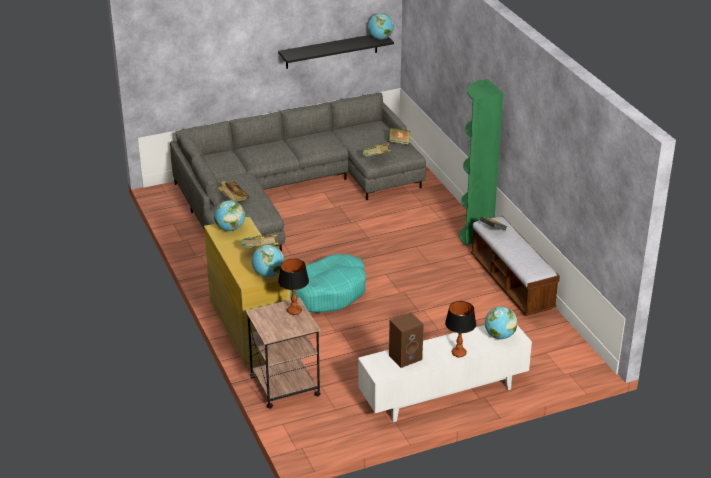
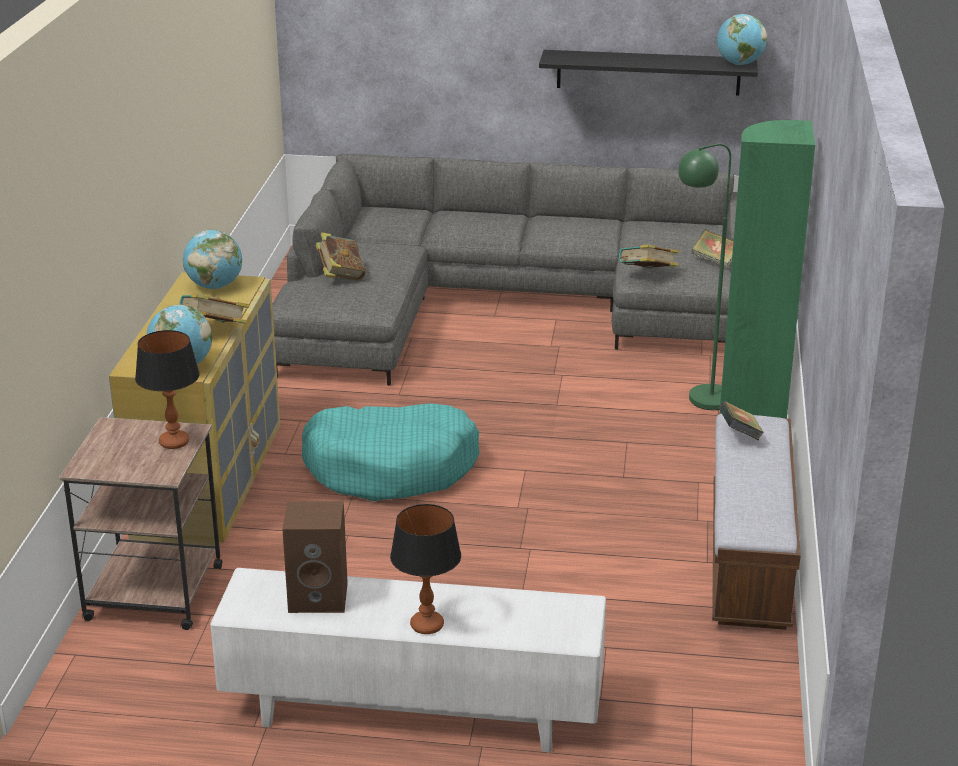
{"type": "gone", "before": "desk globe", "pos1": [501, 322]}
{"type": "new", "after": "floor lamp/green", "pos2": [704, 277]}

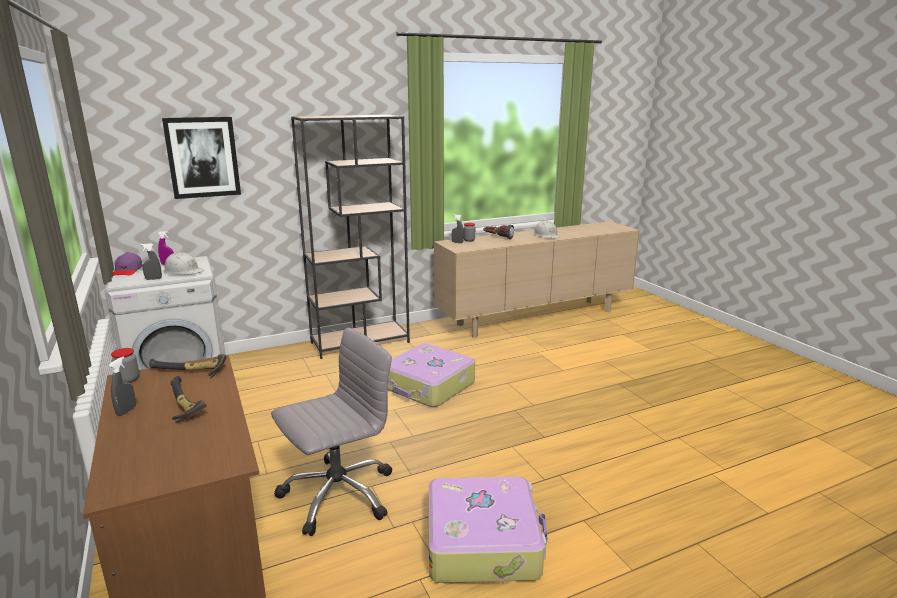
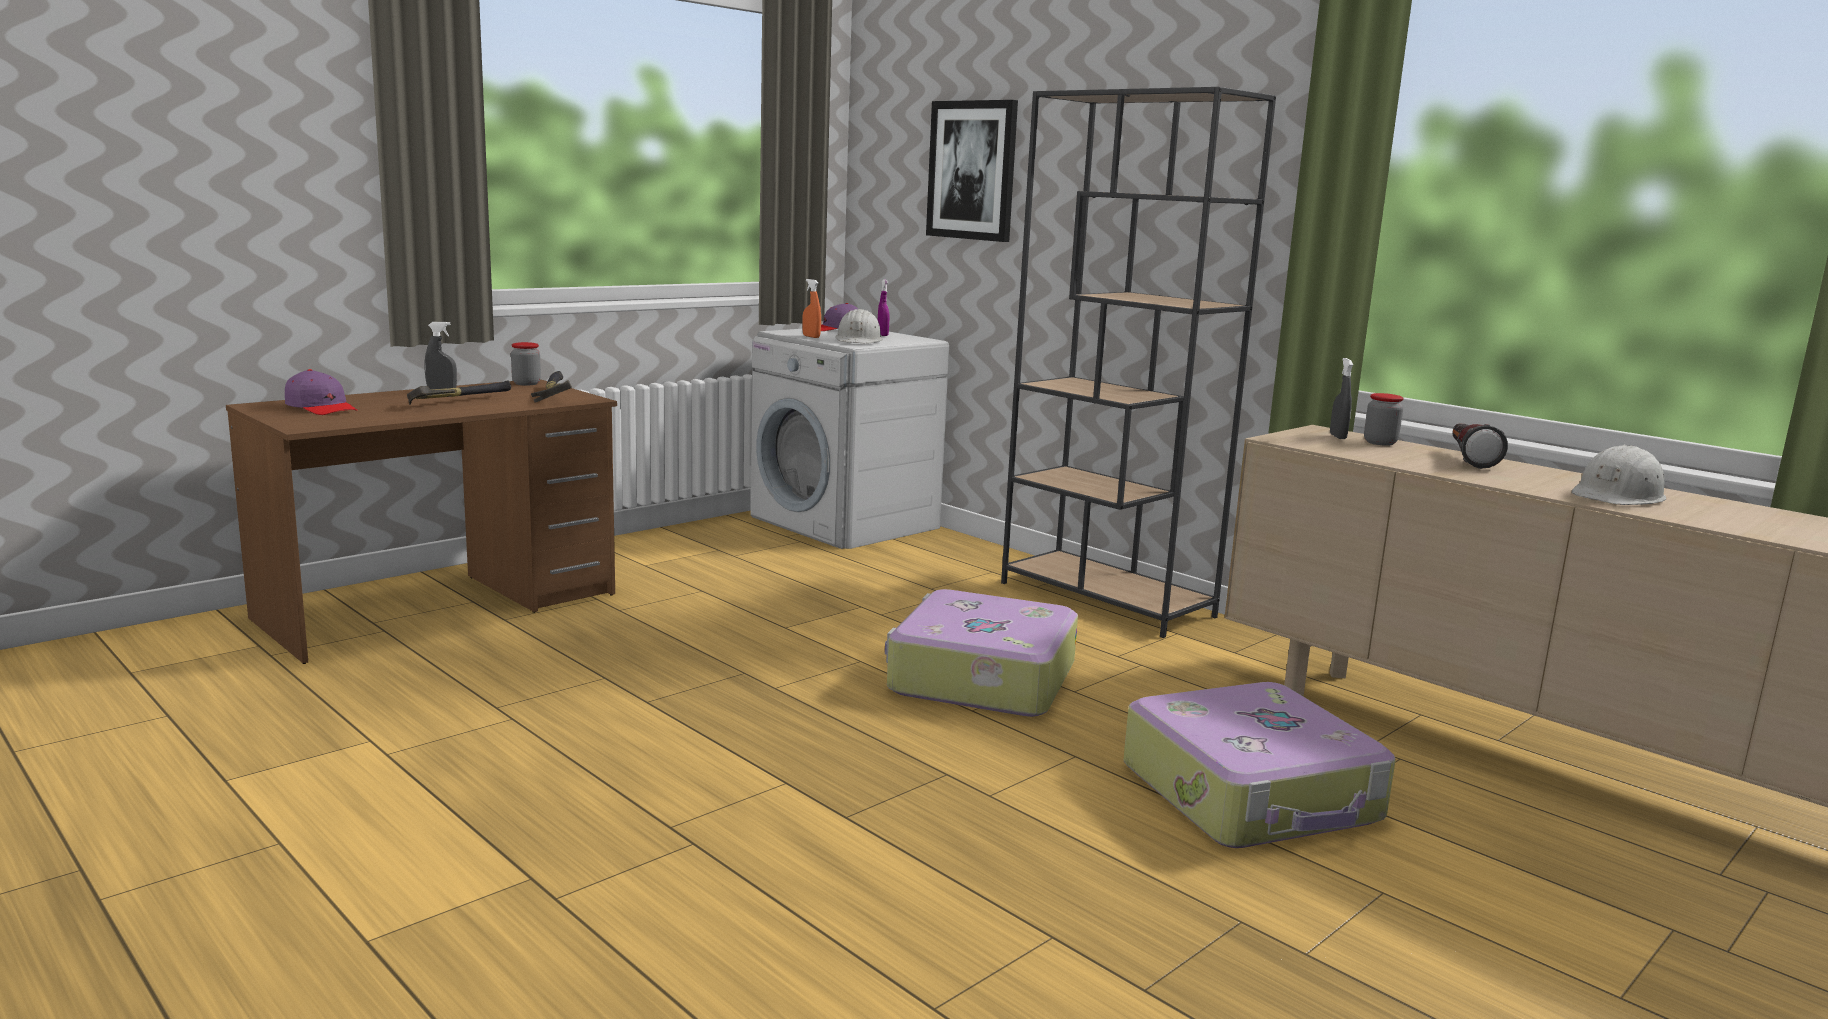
{"type": "gone", "before": "computer chair/grey", "pos1": [331, 432]}
{"type": "new", "after": "baseball cap/purplish", "pos2": [321, 392]}
{"type": "shifted", "before": "piece of luggage", "pos1": [488, 529], "pos2": [1259, 765]}
{"type": "repainted", "before": "spray bottle/grey", "after": "spray bottle/orange", "pos1": [151, 261], "pos2": [811, 308]}

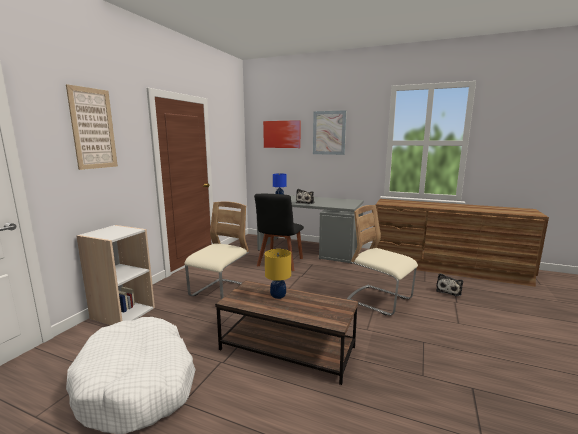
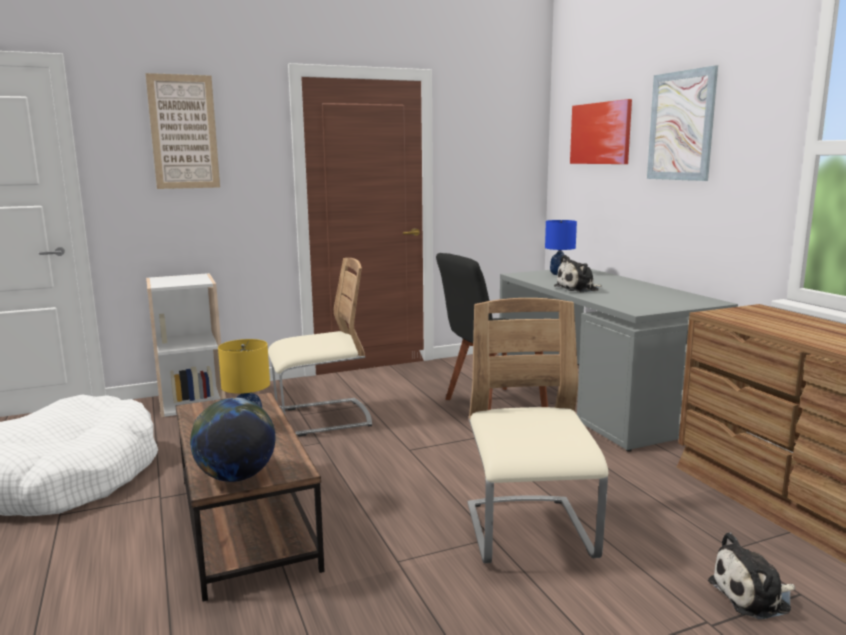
{"type": "new", "after": "desk globe", "pos2": [233, 440]}

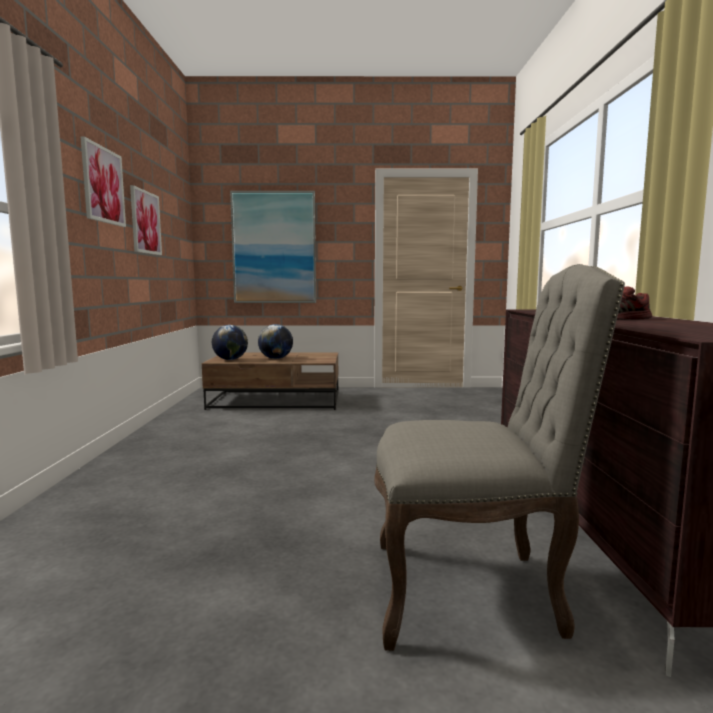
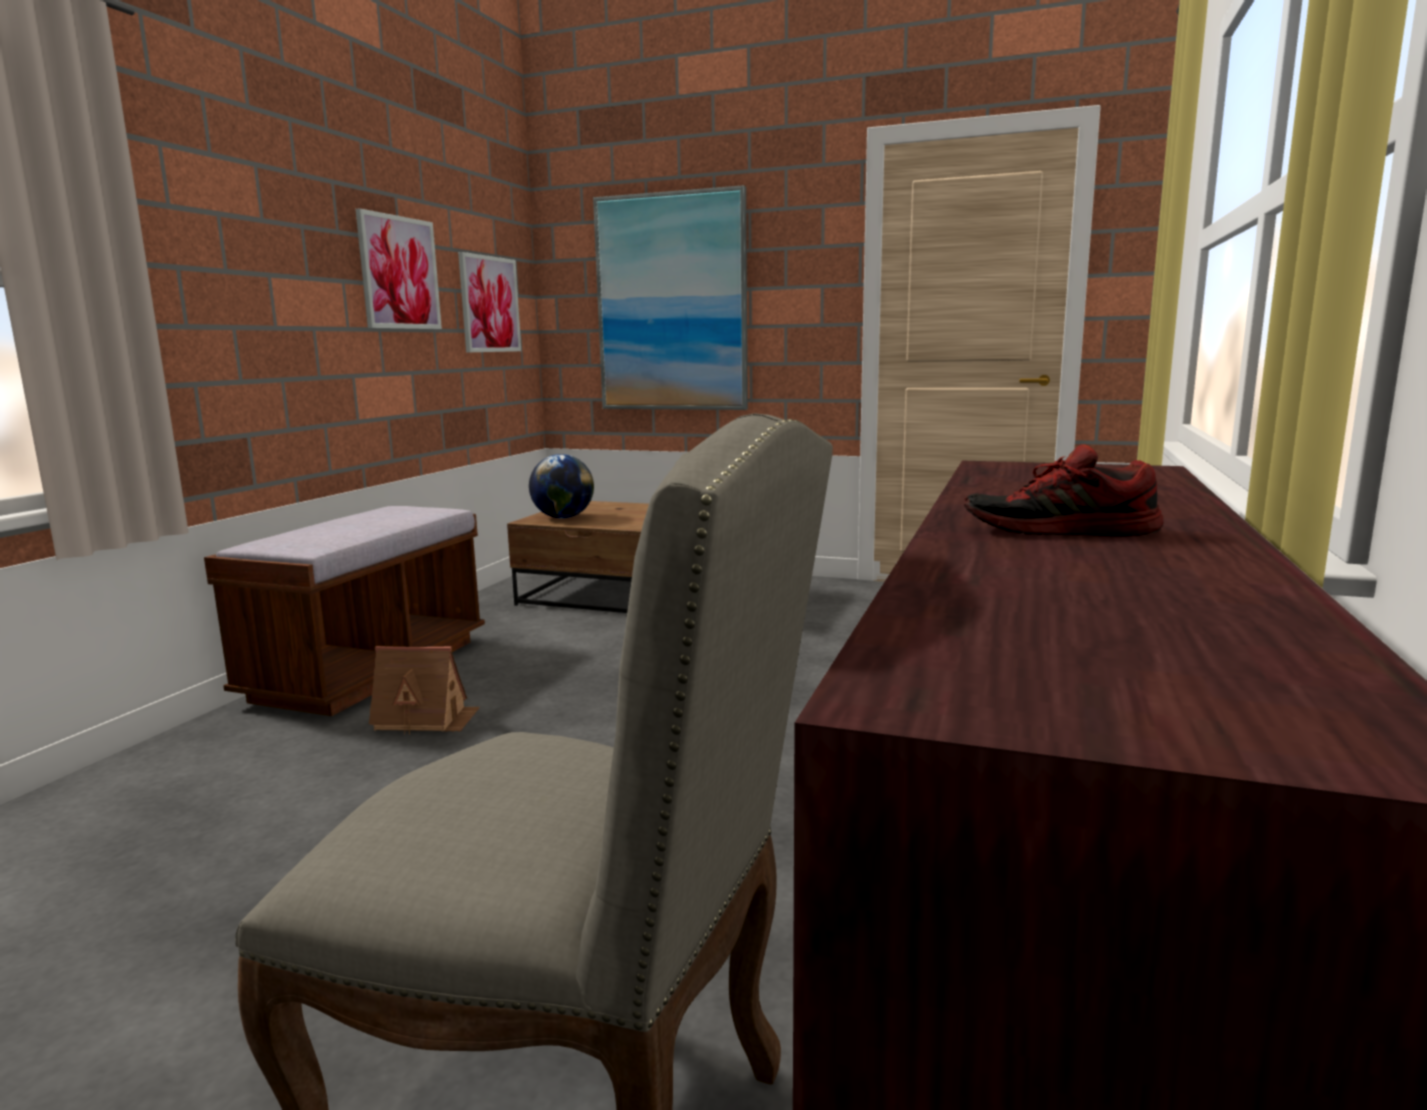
{"type": "gone", "before": "desk globe", "pos1": [275, 341]}
{"type": "new", "after": "long seat/brownish", "pos2": [344, 611]}
{"type": "new", "after": "toy house", "pos2": [424, 690]}
{"type": "shifted", "before": "wall art", "pos1": [103, 181], "pos2": [489, 302]}

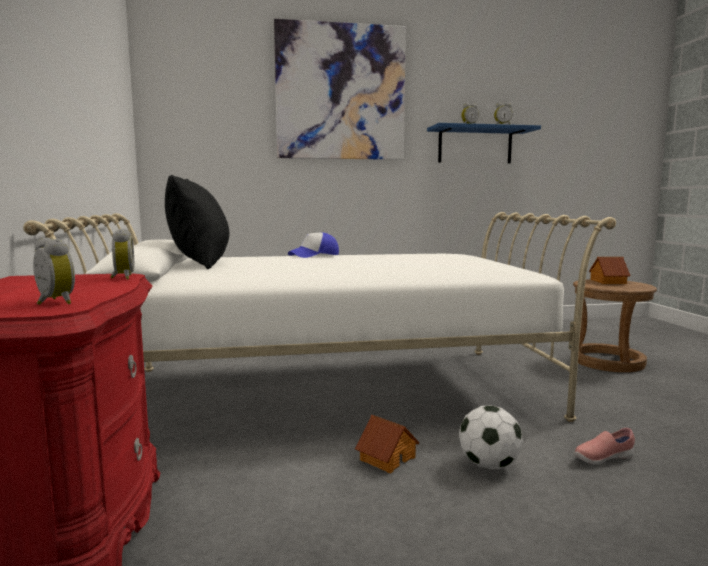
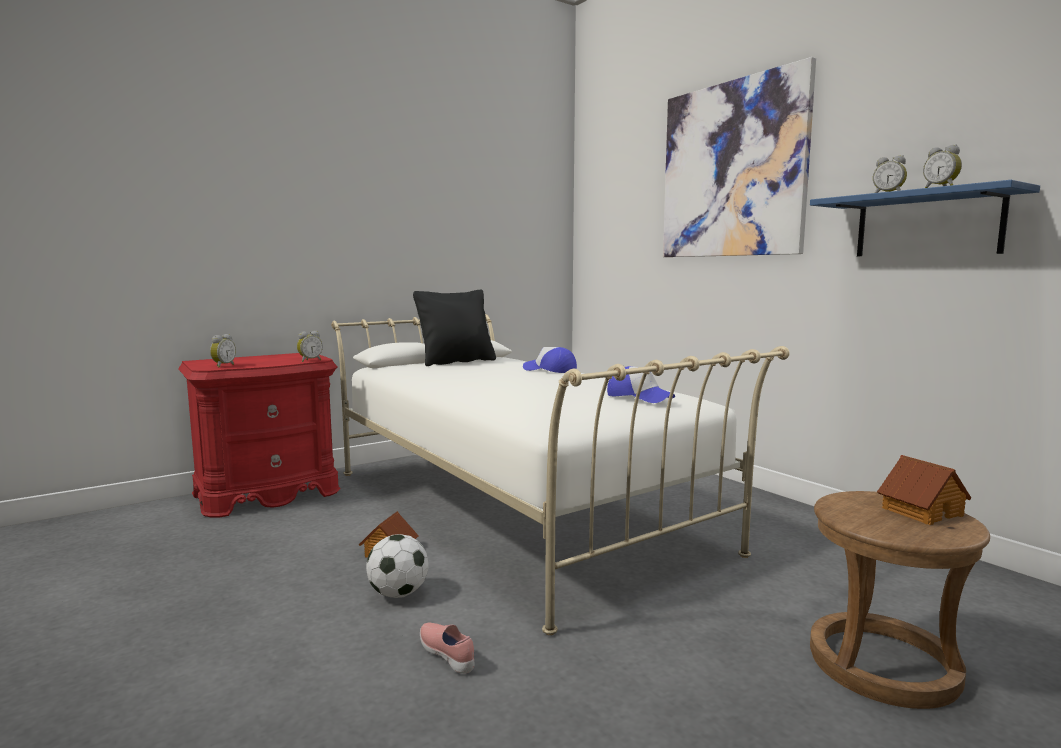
{"type": "new", "after": "baseball cap", "pos2": [641, 384]}

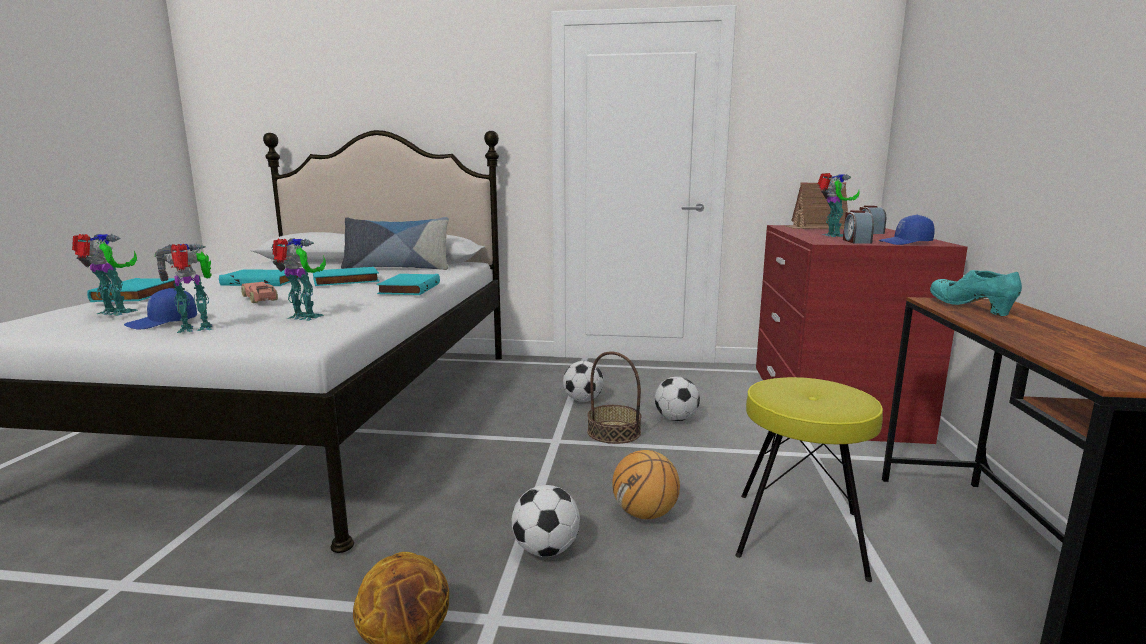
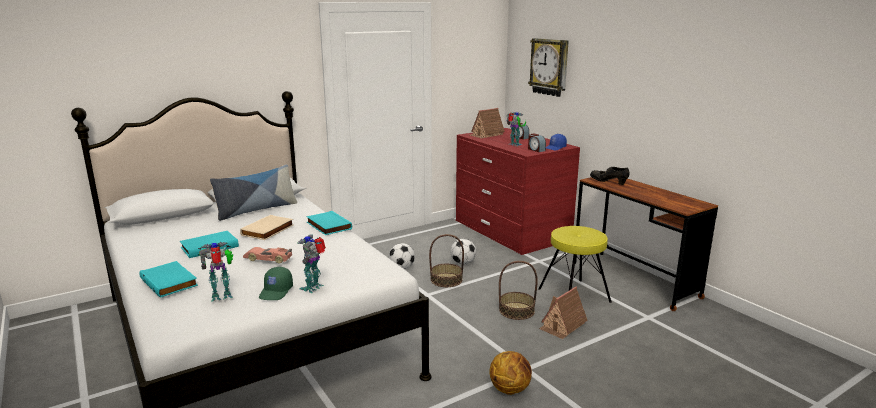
{"type": "gone", "before": "model robot", "pos1": [298, 279]}
{"type": "gone", "before": "football ball", "pos1": [546, 521]}
{"type": "new", "after": "clock on the wall", "pos2": [548, 67]}
{"type": "new", "after": "toy house", "pos2": [563, 313]}
{"type": "swapped", "before": "basketball ball", "after": "basket", "pos1": [646, 484], "pos2": [518, 290]}
{"type": "repainted", "before": "baseball cap/blue-coloured", "after": "baseball cap/green", "pos1": [160, 309], "pos2": [276, 283]}
{"type": "repainted", "before": "volume/blue-green", "after": "volume/beige-coloured", "pos1": [346, 276], "pos2": [266, 227]}
{"type": "repainted", "before": "shoe/blue-green", "after": "shoe/black-coloured", "pos1": [976, 293], "pos2": [610, 176]}

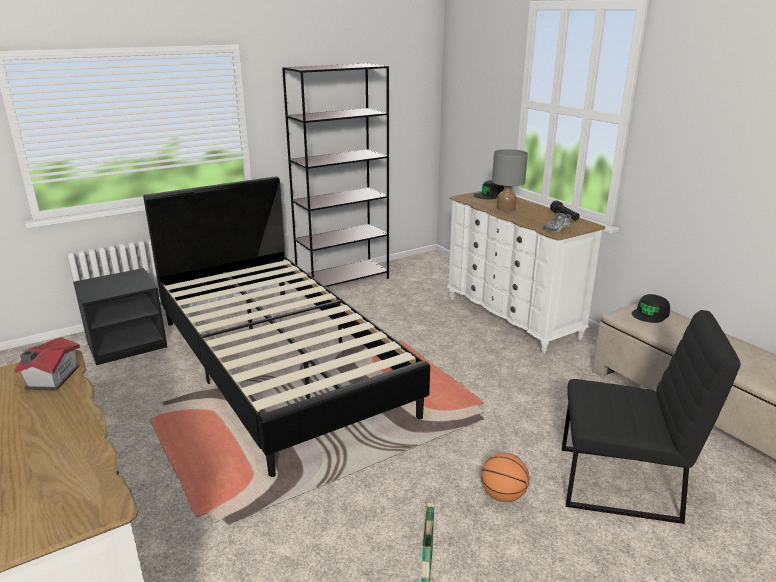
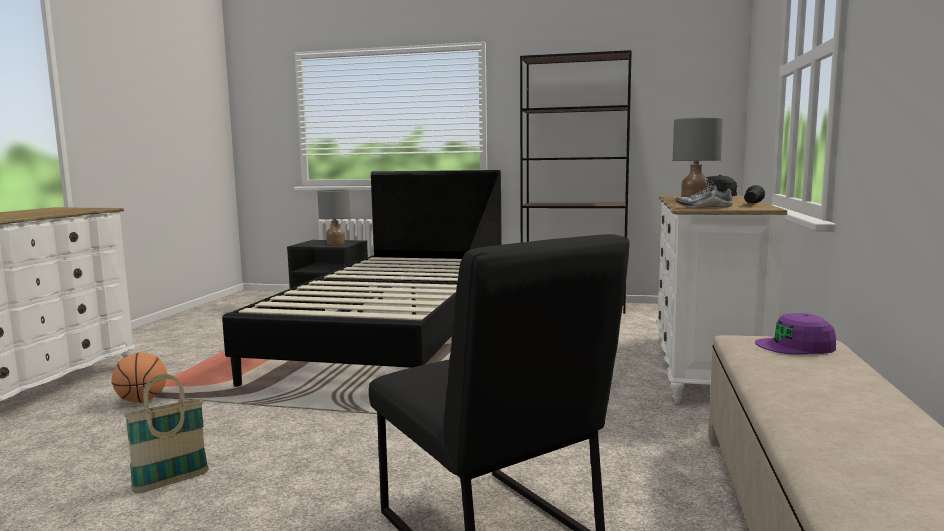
{"type": "gone", "before": "toy house", "pos1": [47, 364]}
{"type": "new", "after": "table lamp/grey", "pos2": [333, 217]}
{"type": "shifted", "before": "basketball ball", "pos1": [505, 477], "pos2": [139, 377]}
{"type": "repainted", "before": "baseball cap/black-coloured", "after": "baseball cap/purplish", "pos1": [651, 308], "pos2": [795, 334]}

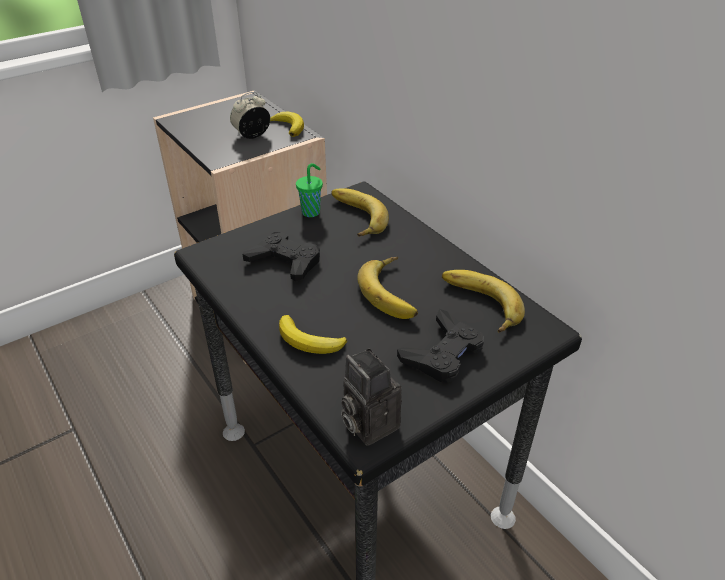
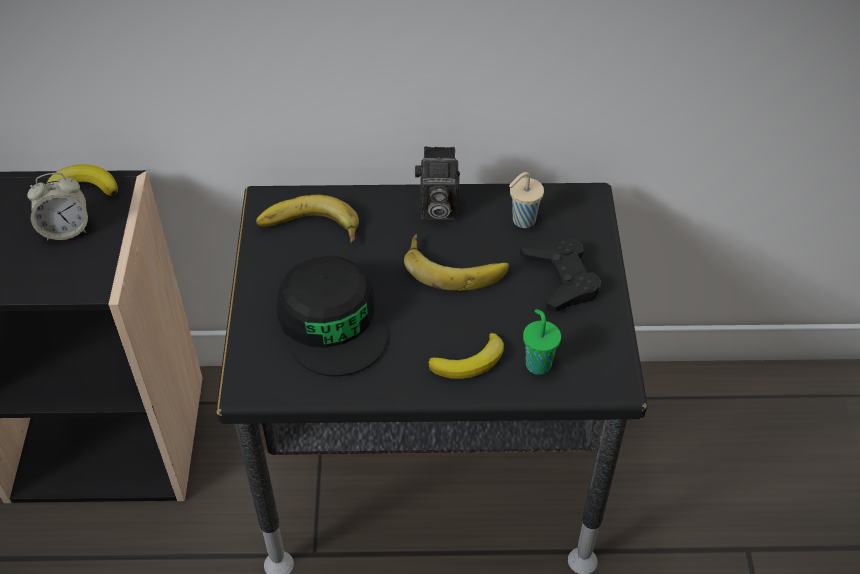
{"type": "shifted", "before": "small cup/green", "pos1": [309, 190], "pos2": [542, 342]}
{"type": "shifted", "before": "still camera", "pos1": [371, 396], "pos2": [437, 183]}
{"type": "swapped", "before": "gamepad/black-coloured", "after": "baseball cap/black-coloured", "pos1": [281, 257], "pos2": [332, 316]}
{"type": "swapped", "before": "banana fruit", "after": "small cup/beige-coloured", "pos1": [483, 301], "pos2": [526, 200]}
{"type": "rotated", "before": "alarm clock", "pos1": [250, 115], "pos2": [57, 206], "turn": -105}

